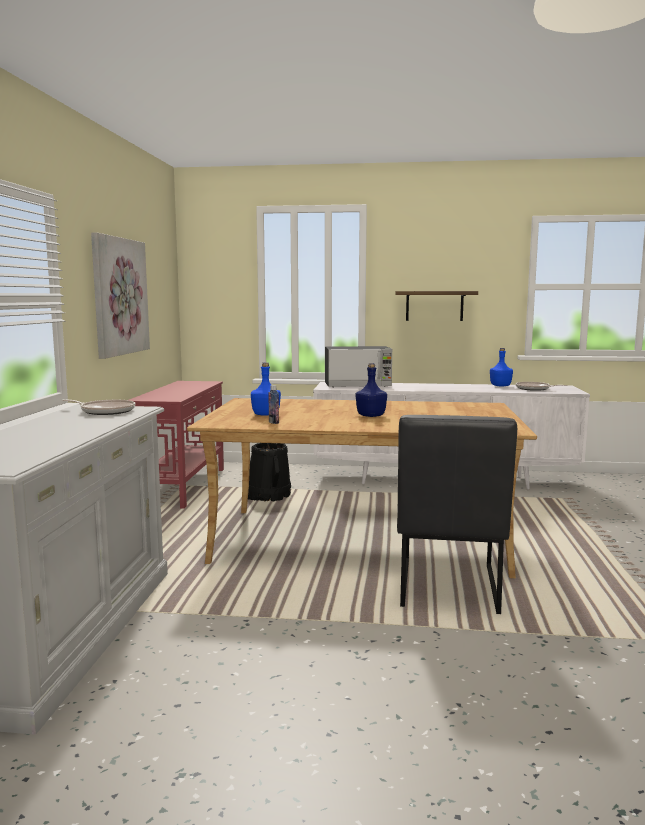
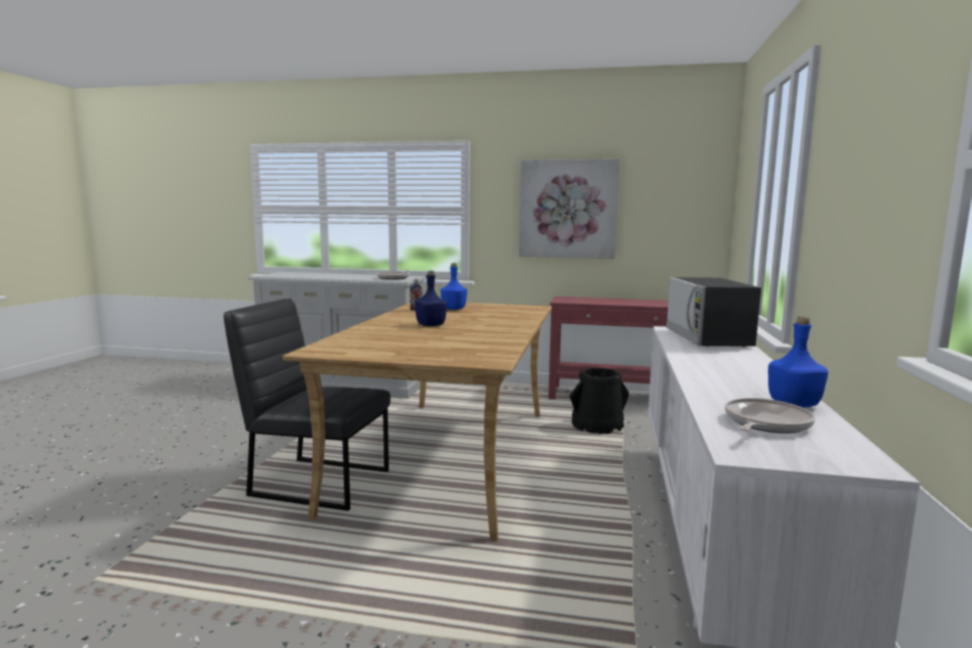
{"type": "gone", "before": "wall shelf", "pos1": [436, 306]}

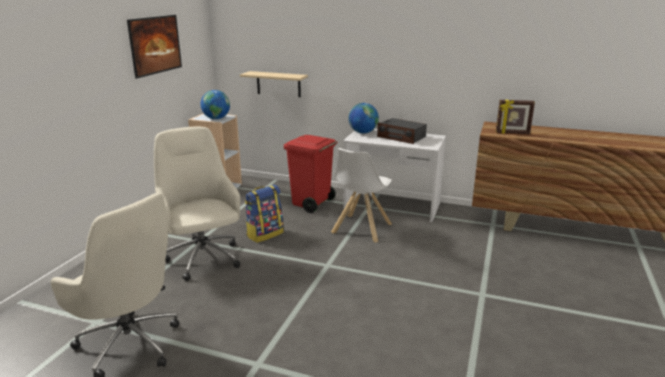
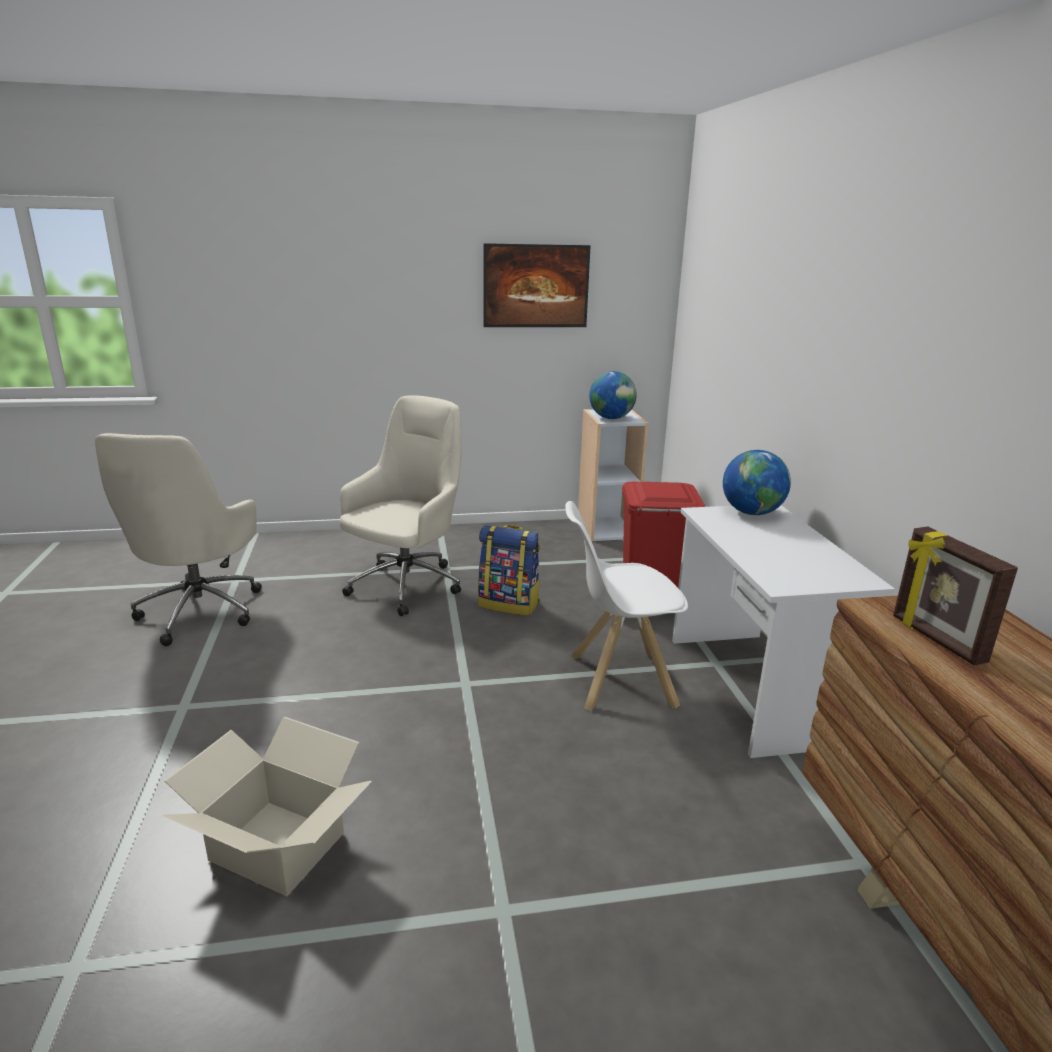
{"type": "gone", "before": "wall shelf/beige-coloured", "pos1": [274, 84]}
{"type": "gone", "before": "radio receiver", "pos1": [402, 131]}
{"type": "new", "after": "cardboard box", "pos2": [267, 806]}

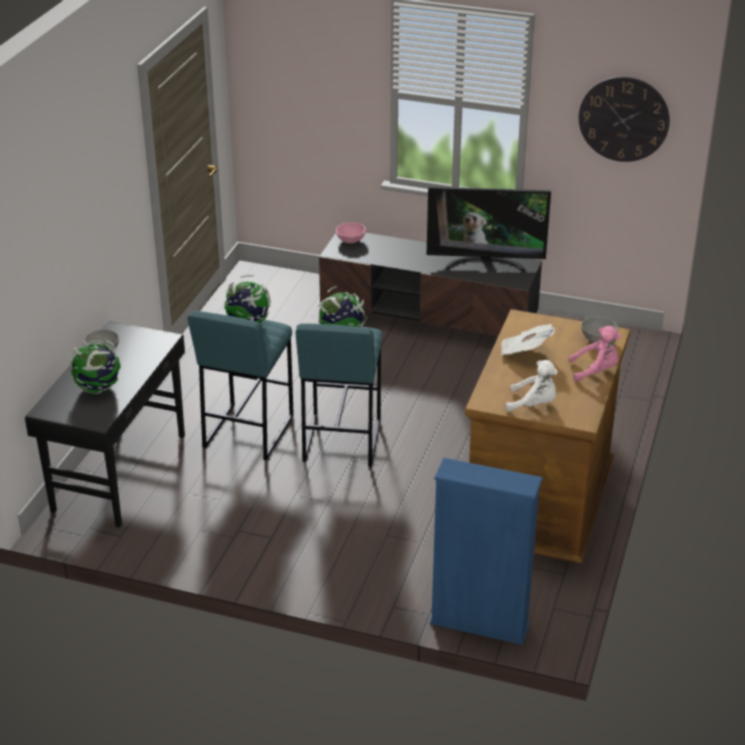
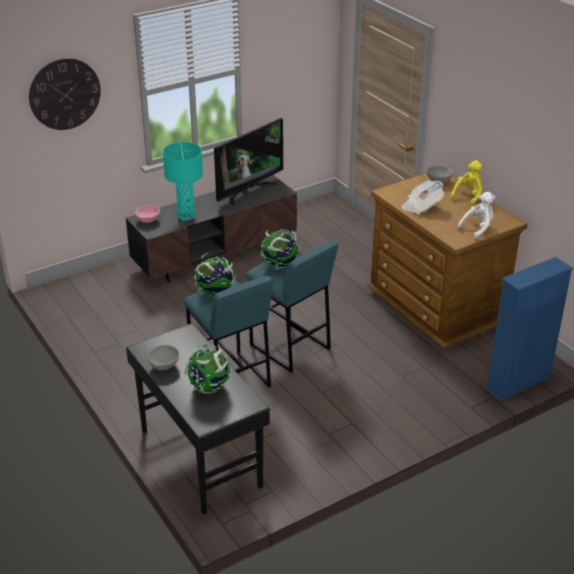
{"type": "new", "after": "table lamp/blue-green", "pos2": [183, 181]}
{"type": "shifted", "before": "clock on the wall", "pos1": [624, 119], "pos2": [65, 94]}
{"type": "repainted", "before": "cuddly toy/pink", "after": "cuddly toy/yellow-coloured", "pos1": [595, 354], "pos2": [466, 183]}

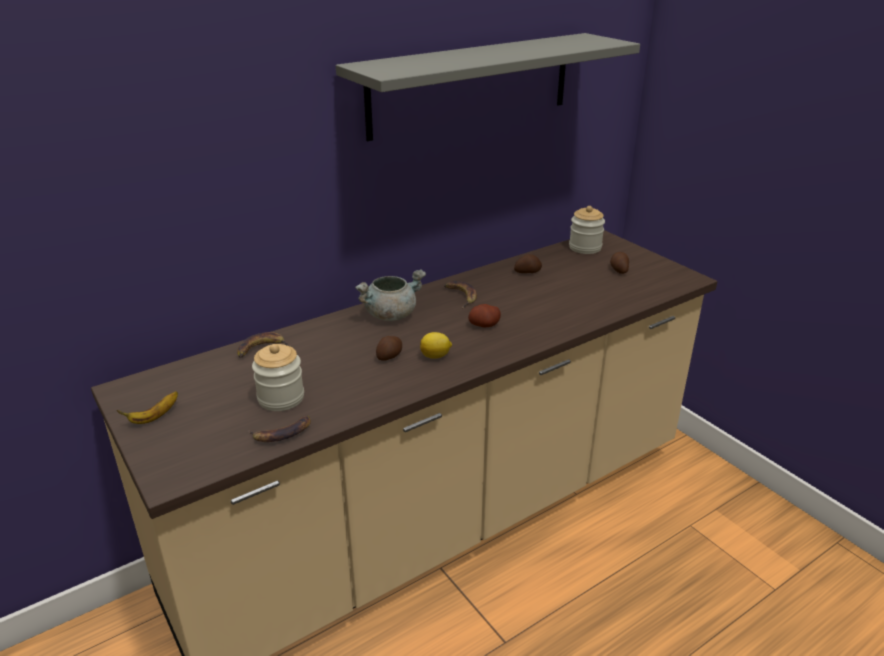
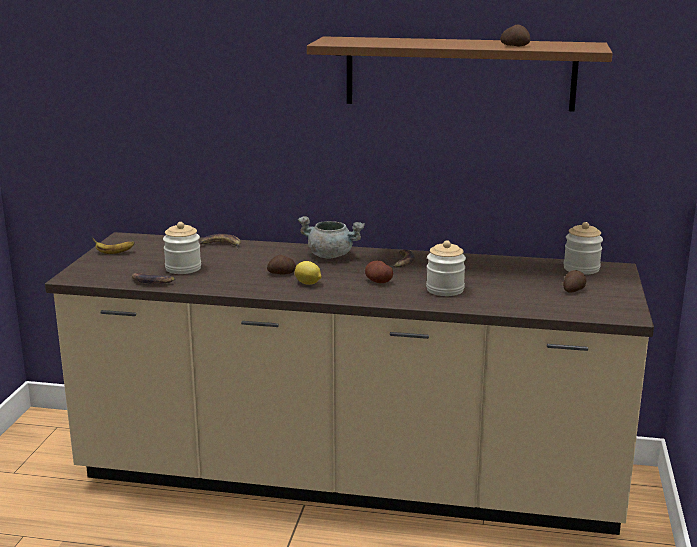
{"type": "new", "after": "storage jar", "pos2": [446, 268]}
{"type": "shifted", "before": "spud", "pos1": [528, 263], "pos2": [515, 35]}
{"type": "repainted", "before": "wall shelf/grey", "after": "wall shelf/brownish", "pos1": [488, 87], "pos2": [460, 74]}

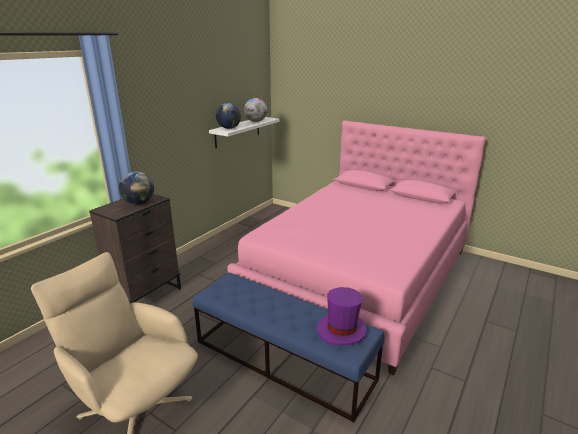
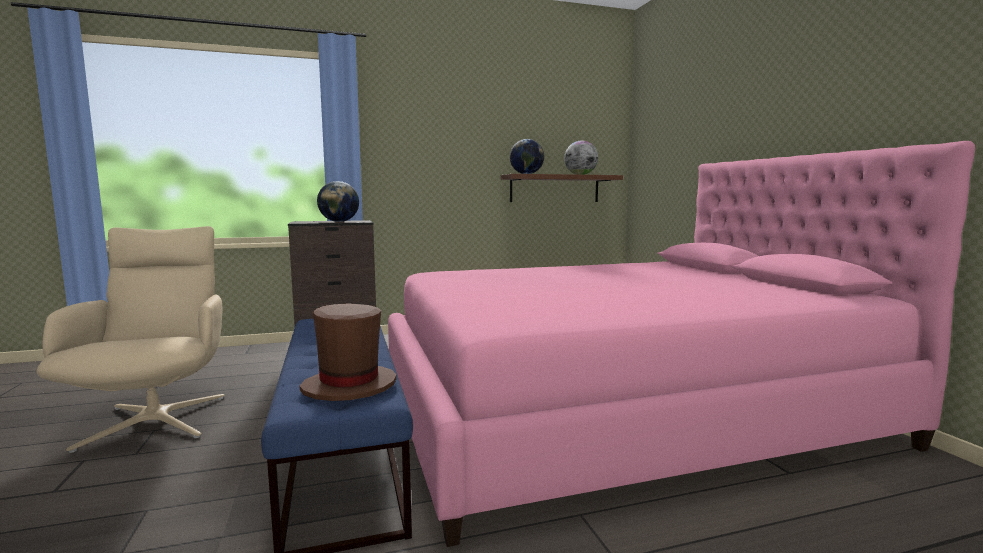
{"type": "repainted", "before": "wall shelf/white", "after": "wall shelf/brownish", "pos1": [244, 132], "pos2": [562, 188]}
{"type": "repainted", "before": "wearable hat/purplish", "after": "wearable hat/brownish", "pos1": [342, 316], "pos2": [348, 352]}

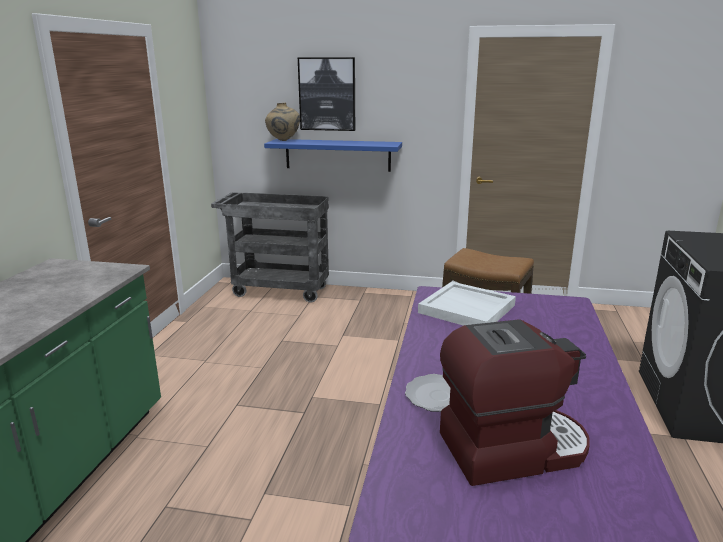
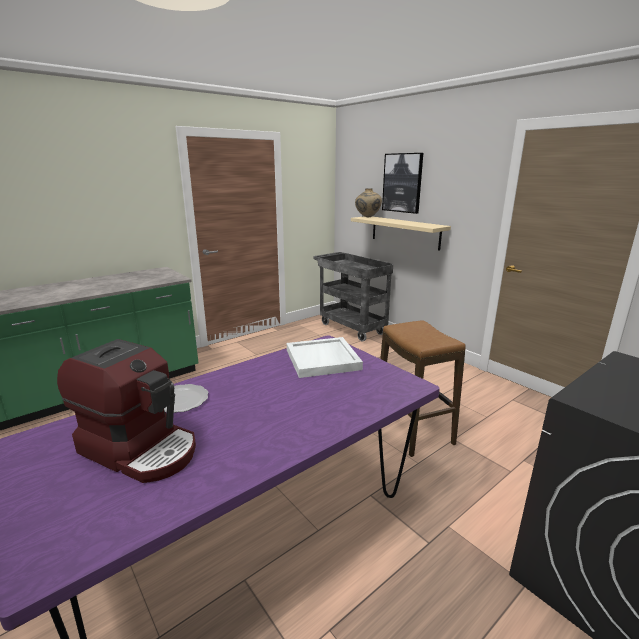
{"type": "repainted", "before": "wall shelf/blue-coloured", "after": "wall shelf/beige-coloured", "pos1": [333, 155], "pos2": [401, 233]}

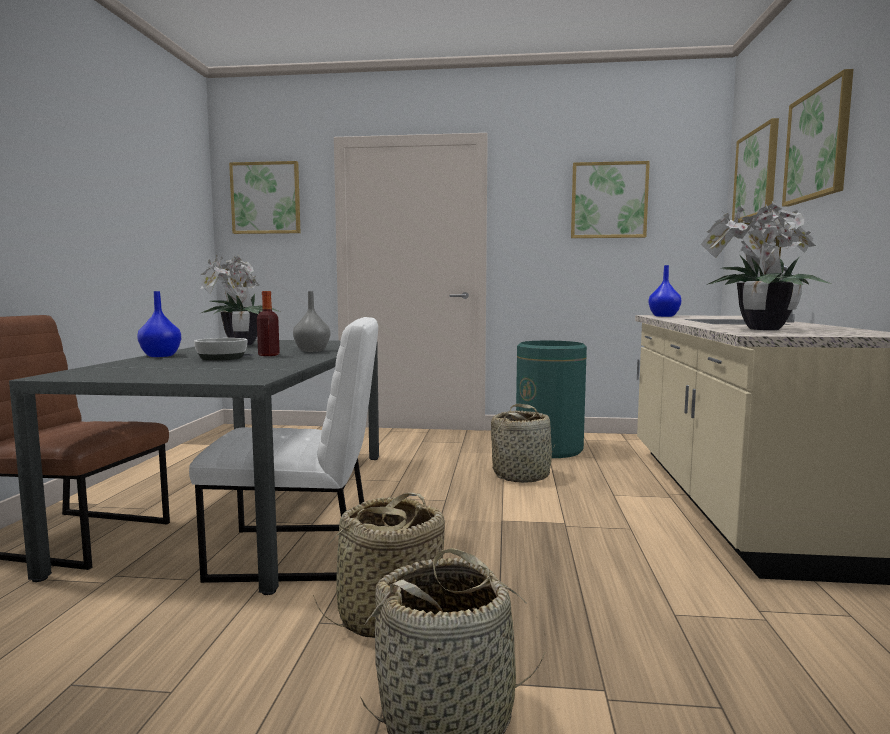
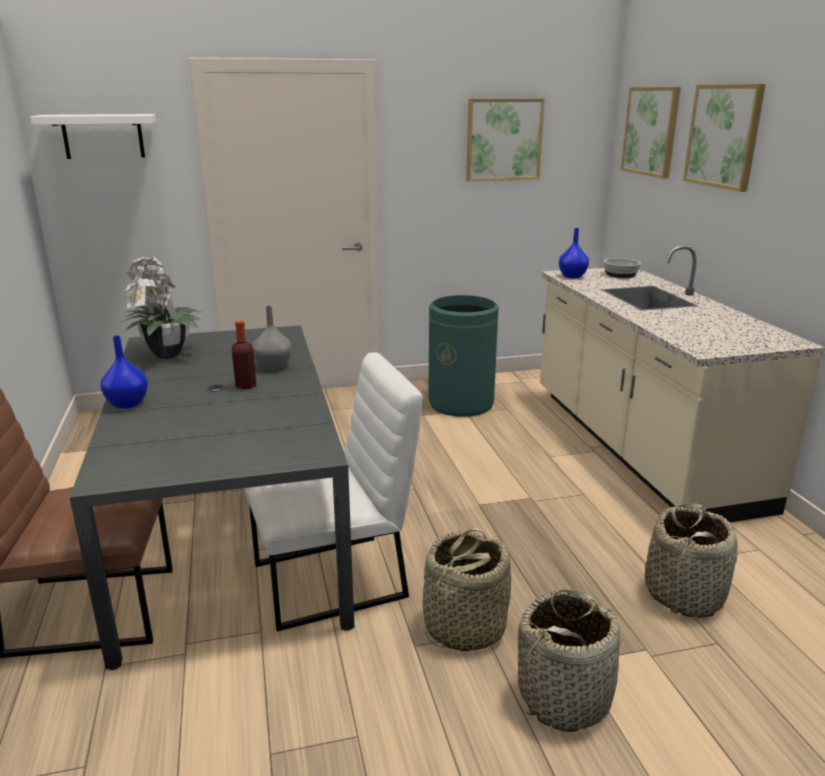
{"type": "gone", "before": "potted plant", "pos1": [766, 265]}
{"type": "shifted", "before": "serving bowl", "pos1": [221, 349], "pos2": [622, 268]}
{"type": "shifted", "before": "basket", "pos1": [523, 443], "pos2": [691, 560]}
{"type": "swapped", "before": "wall art", "after": "wall shelf/white", "pos1": [265, 197], "pos2": [93, 136]}

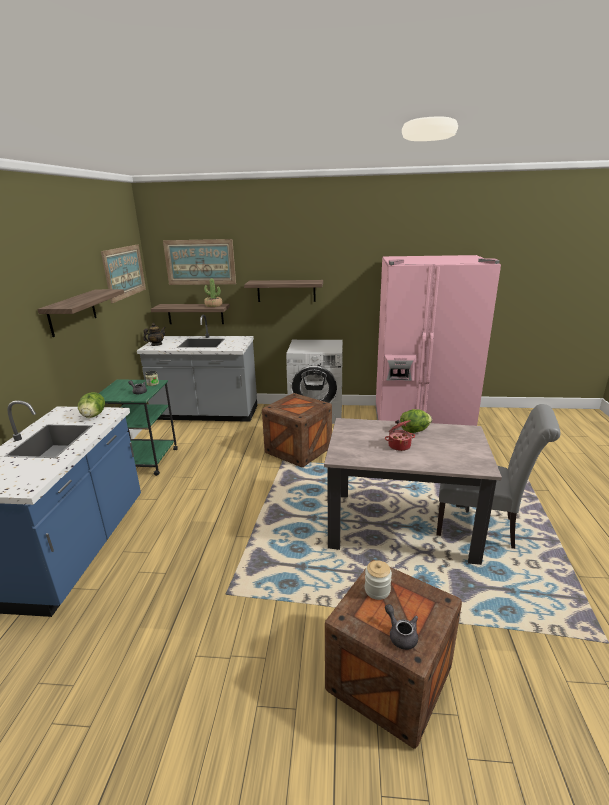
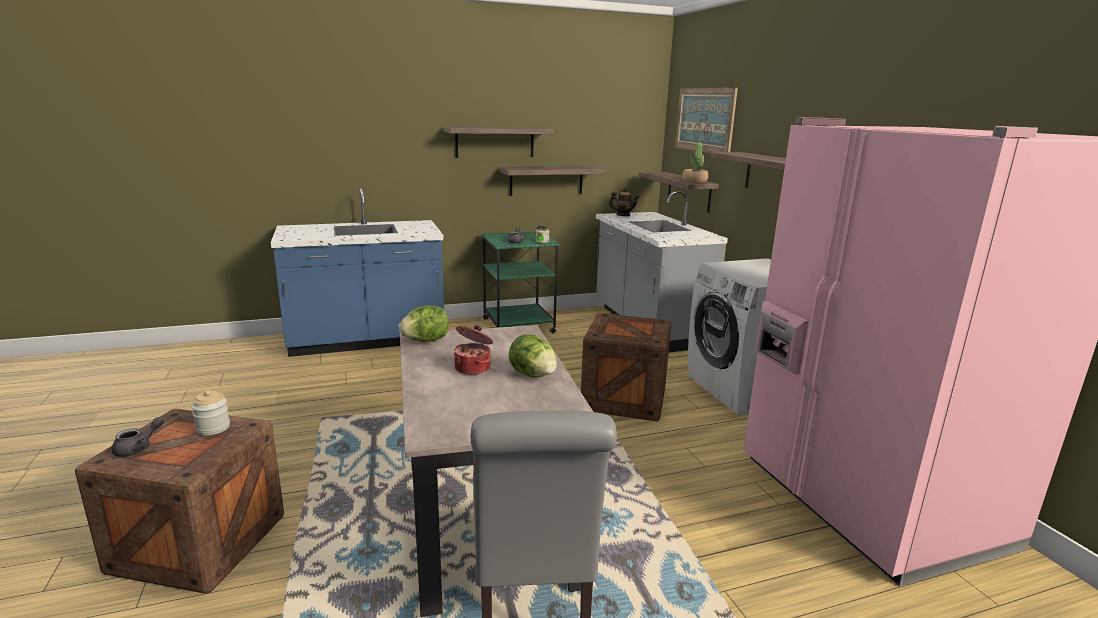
{"type": "gone", "before": "wall art", "pos1": [123, 274]}
{"type": "new", "after": "wall shelf", "pos2": [551, 181]}
{"type": "shifted", "before": "lettuce", "pos1": [91, 405], "pos2": [424, 323]}

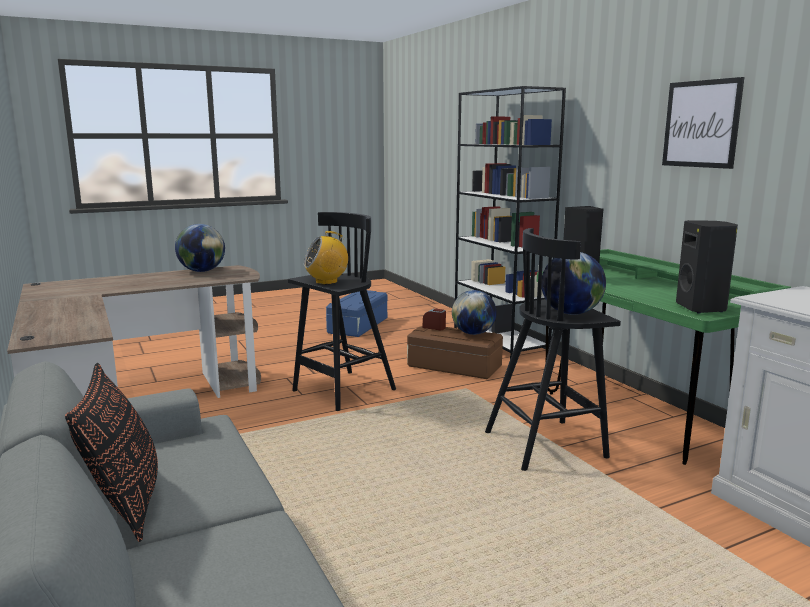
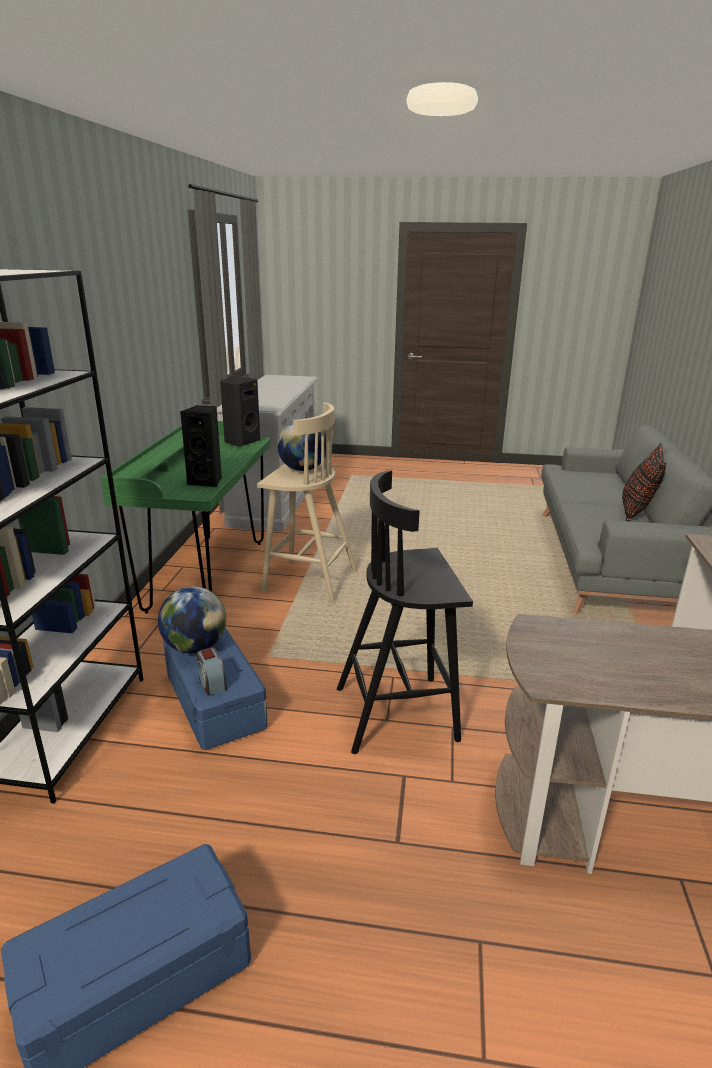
{"type": "gone", "before": "desk globe", "pos1": [200, 248]}
{"type": "gone", "before": "radio receiver", "pos1": [326, 258]}
{"type": "gone", "before": "wall art", "pos1": [703, 123]}
{"type": "repainted", "before": "storage box/brownish", "after": "storage box/blue-coloured", "pos1": [455, 352], "pos2": [215, 688]}
{"type": "repainted", "before": "stool/black-coloured", "after": "stool/beige-coloured", "pos1": [553, 349], "pos2": [307, 503]}

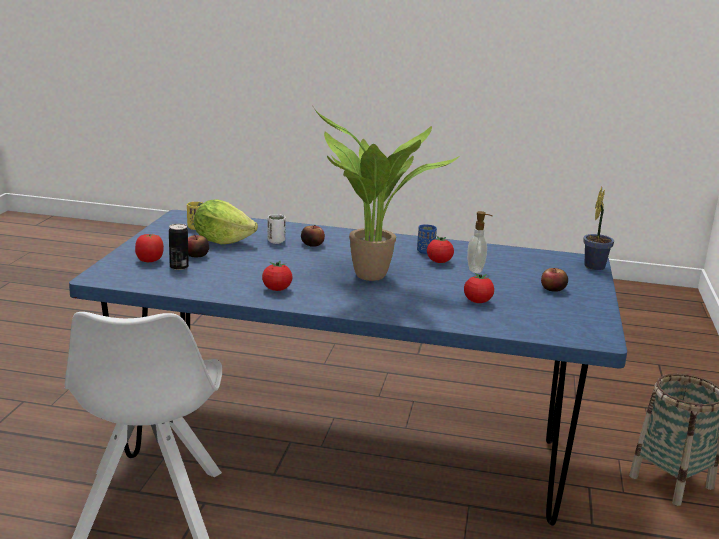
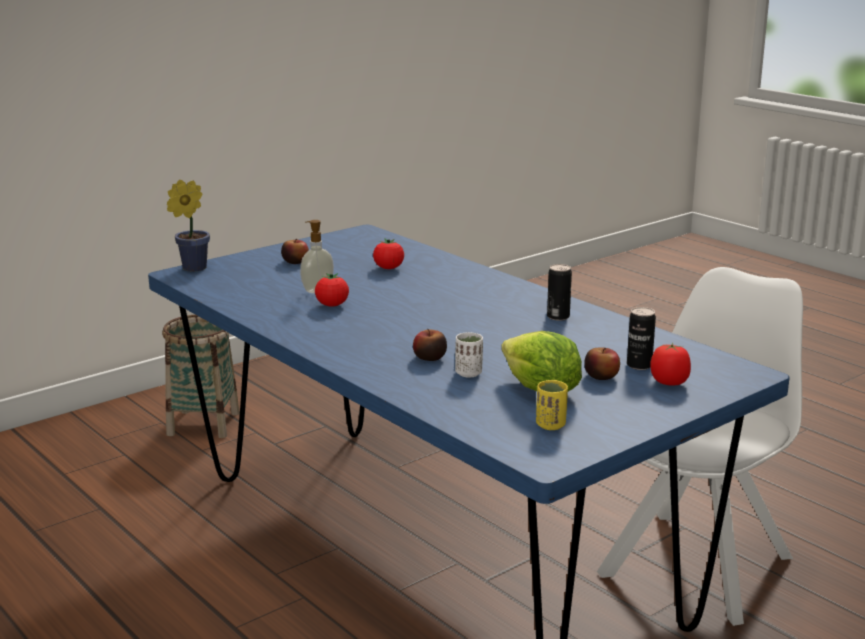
{"type": "gone", "before": "potted plant", "pos1": [386, 193]}
{"type": "gone", "before": "small cup/blue-coloured", "pos1": [427, 239]}
{"type": "swapped", "before": "tomato", "after": "can", "pos1": [277, 275], "pos2": [559, 292]}

